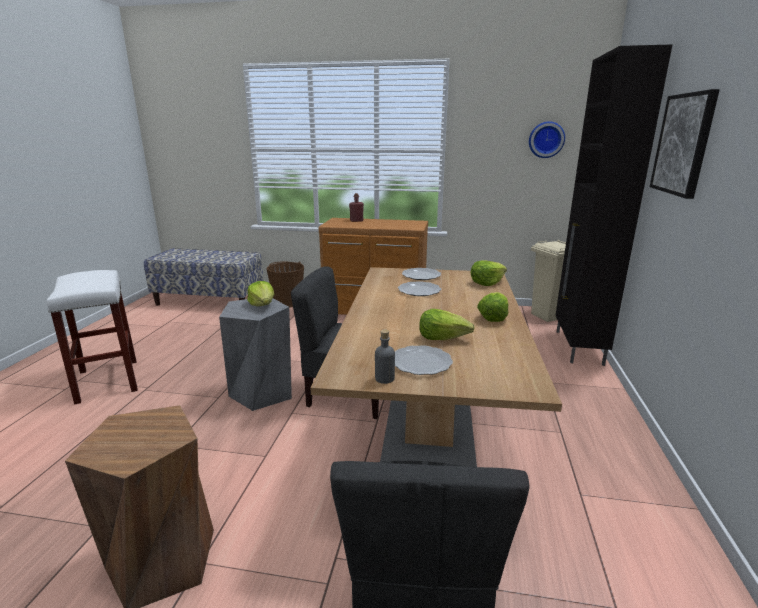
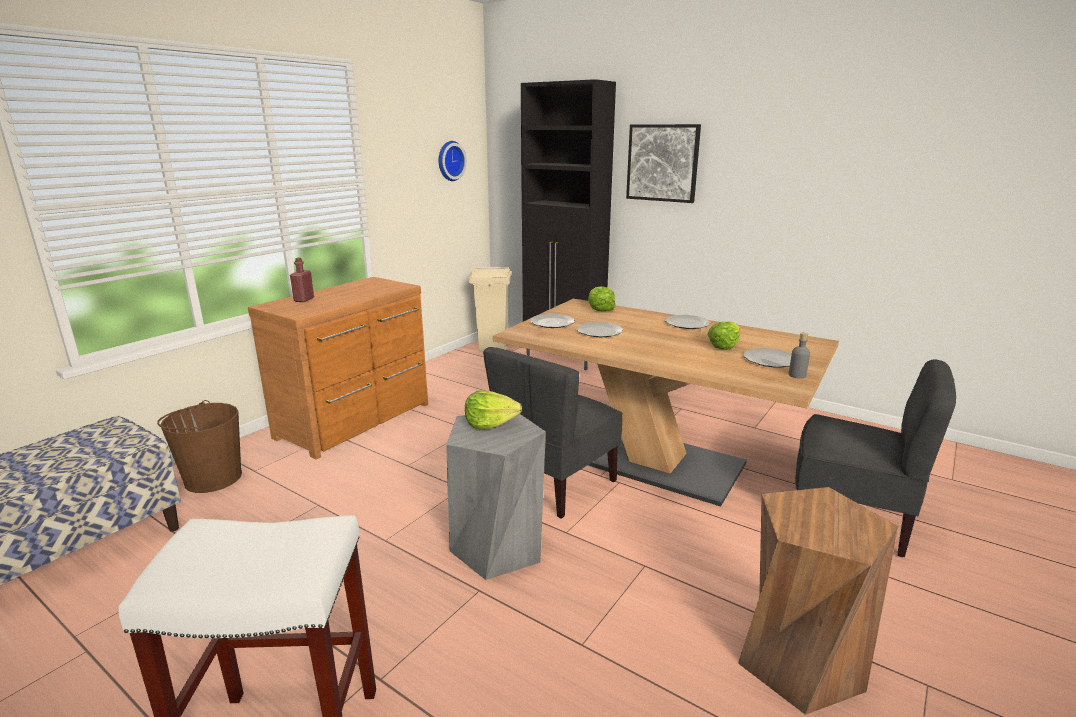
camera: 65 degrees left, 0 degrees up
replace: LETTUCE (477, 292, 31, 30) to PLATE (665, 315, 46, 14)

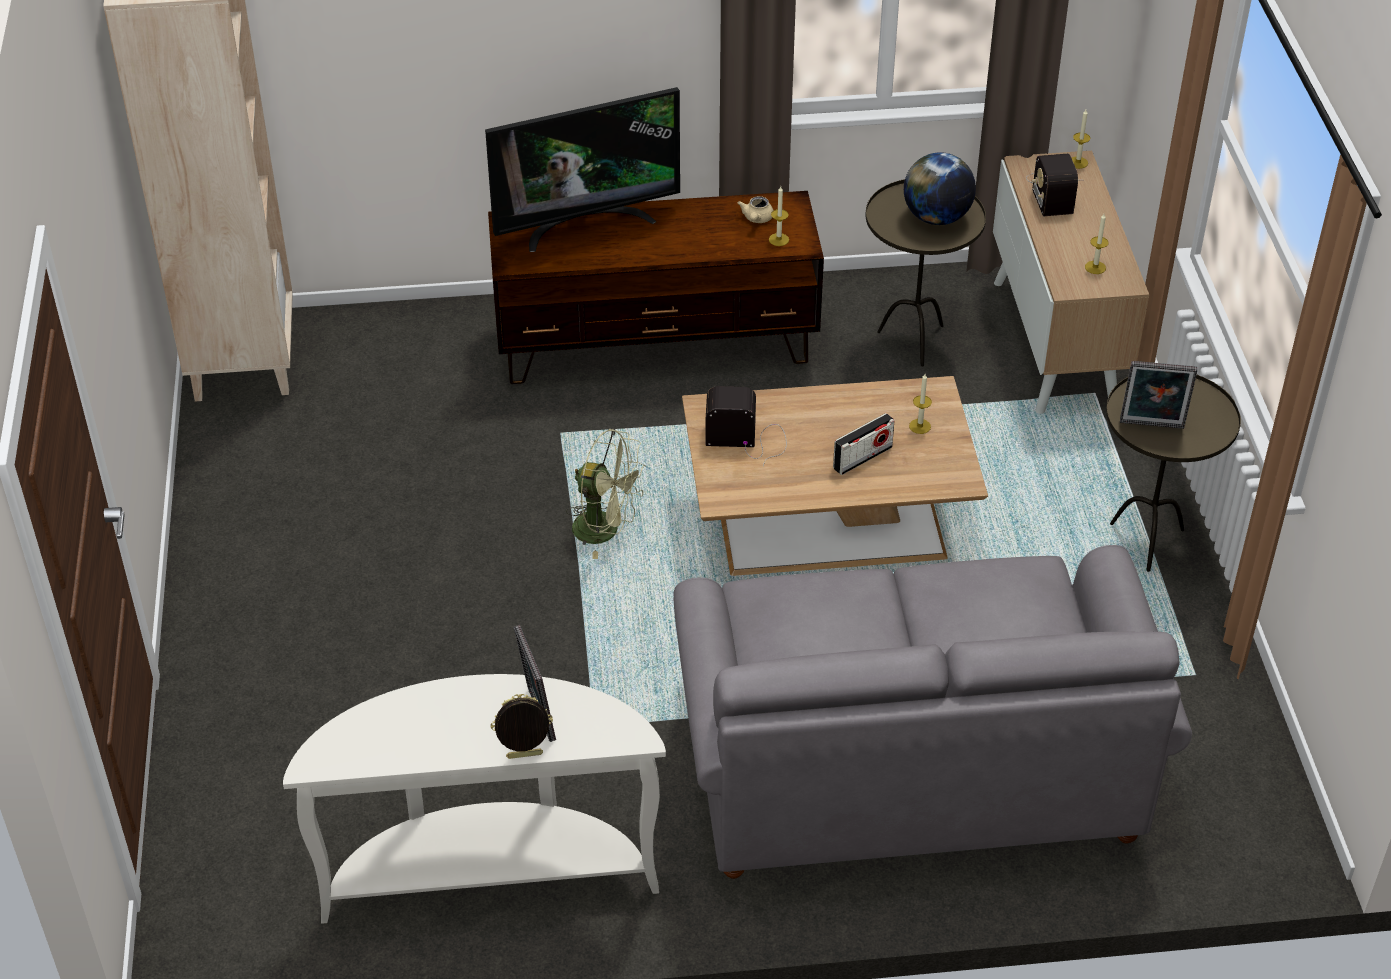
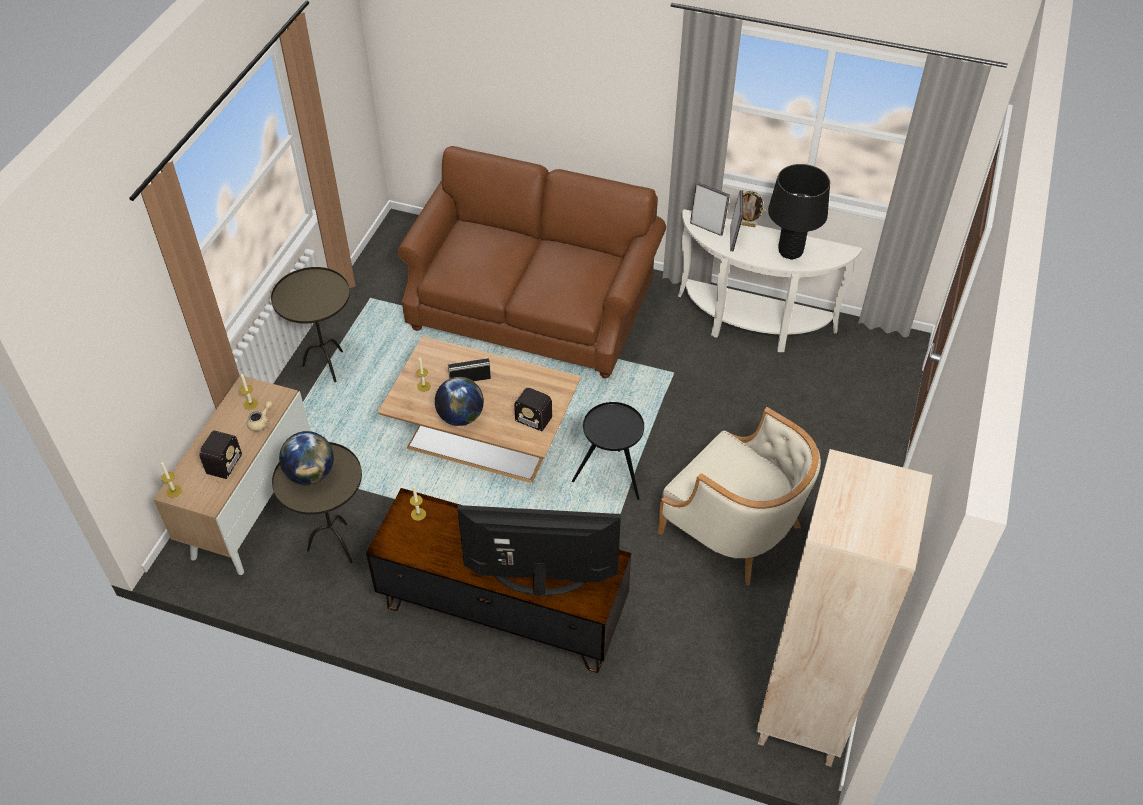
camera: 155 degrees left, 5 degrees up
insert: GLOBE (435, 377, 49, 49); BEIGE ARMCHAIR (658, 407, 163, 178); BLACK TABLE LAMP (768, 164, 62, 96)
move: BEIGE TEAPOT (738, 196, 35, 27) to (247, 401, 25, 30); PICTURE FRAME (1120, 361, 78, 68) to (690, 182, 40, 54)
replace: GREEN FAN (566, 429, 80, 130) to BLACK SIDE TABLE (572, 402, 72, 98)
recolor: GREY SOFA (674, 545, 518, 334) to BROWN SOFA (398, 146, 268, 232)

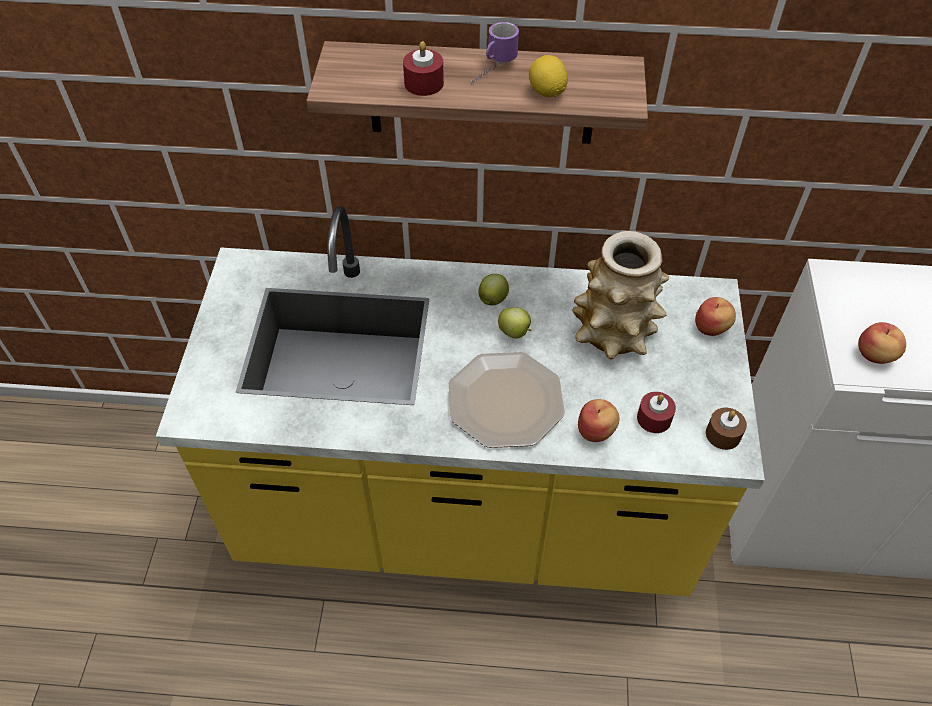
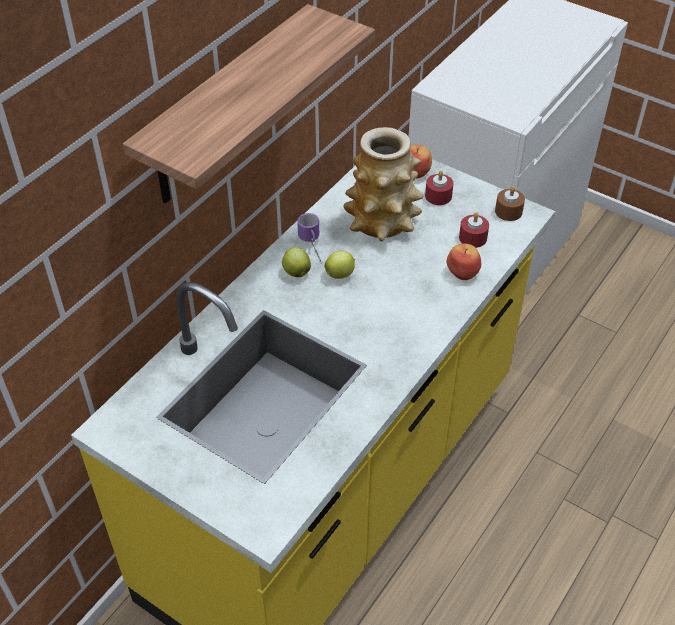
camera: 60 degrees left, 5 degrees down
delete: PLATE (449, 352, 116, 96); LEMON (529, 55, 39, 42); APPLE (858, 322, 48, 42)
move: RED CANDLE (403, 41, 41, 55) to (425, 171, 28, 34); MUG (471, 22, 48, 63) to (297, 213, 25, 50)

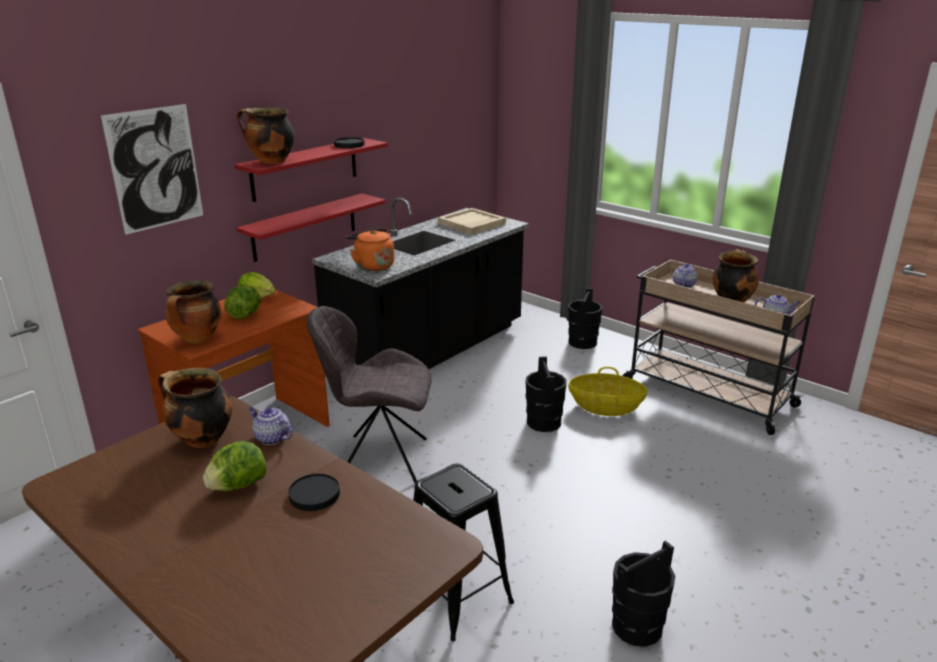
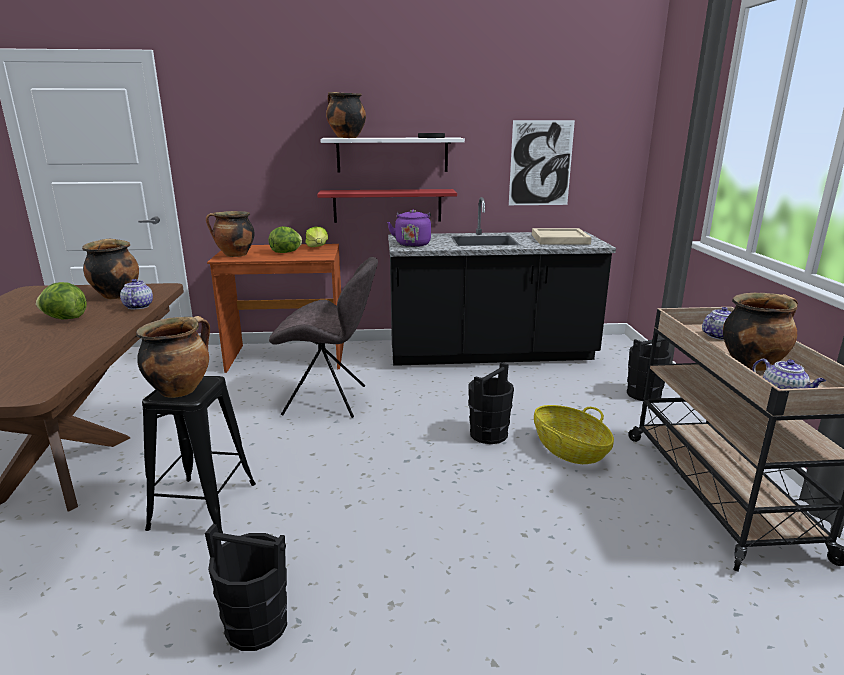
camera: 45 degrees right, 5 degrees down
delete: BLACK PLATE (288, 474, 52, 37)
insert: COOKING POT (136, 316, 74, 82)
move: PICTURE (101, 104, 102, 131) to (509, 120, 66, 85)
recolor: RED SHELF (234, 138, 154, 64) to WHITE SHELF (320, 138, 145, 34); ORANGE KETTLE (347, 229, 47, 42) to PURPLE KETTLE (387, 210, 44, 37)
rotate: GREY CHAIR (307, 306, 125, 177) = (269, 257, 109, 161) 135 degrees clockwise

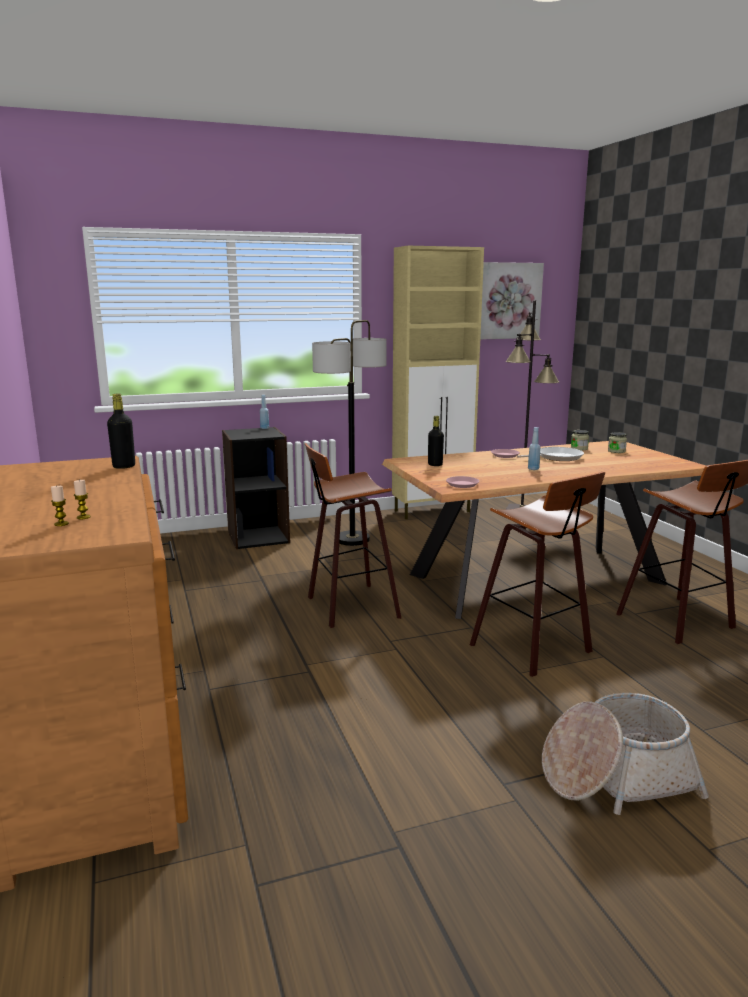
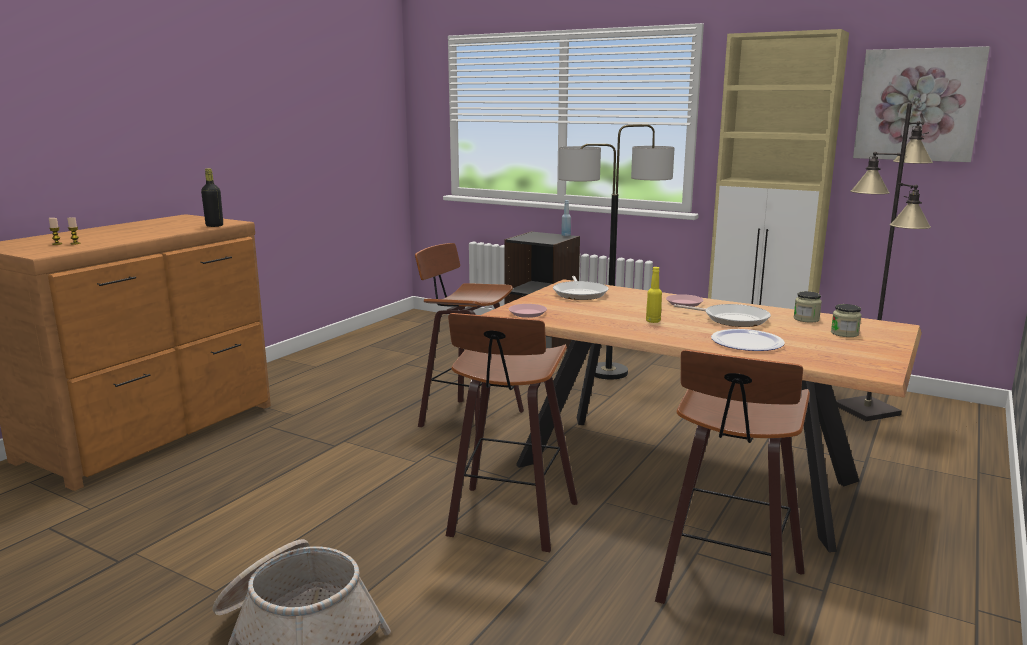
camera: 50 degrees right, 0 degrees up
insert: PLATE (711, 329, 74, 22)
replace: BLACK BOTTLE (428, 416, 16, 50) to FRYING PAN (553, 276, 55, 24)
recolor: BLUE BOTTLE (528, 427, 13, 43) to YELLOW BOTTLE (646, 267, 16, 56)

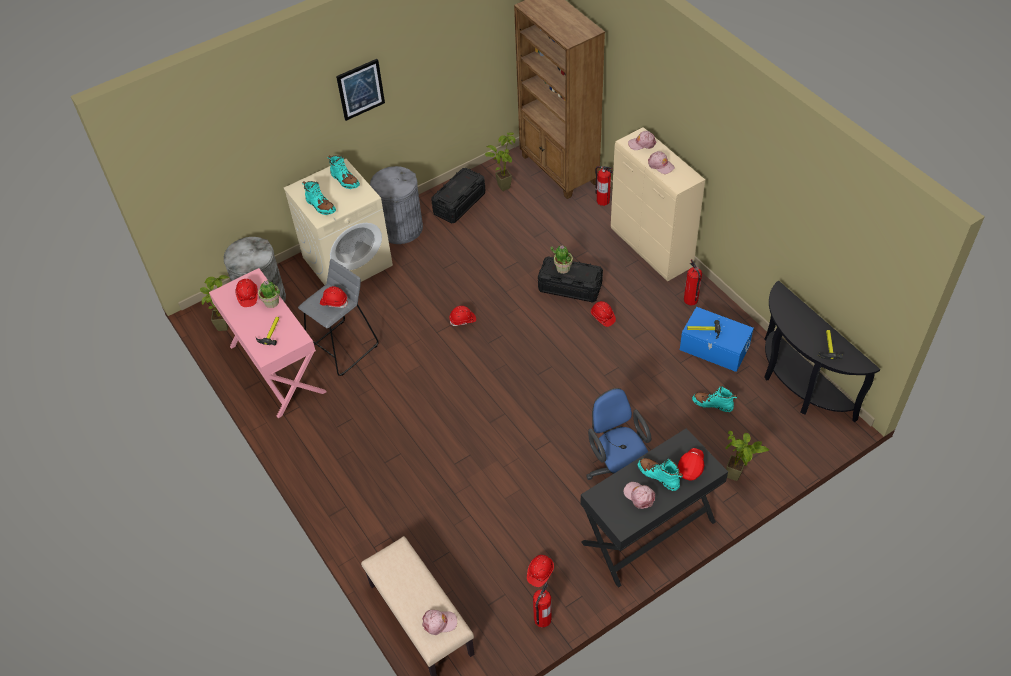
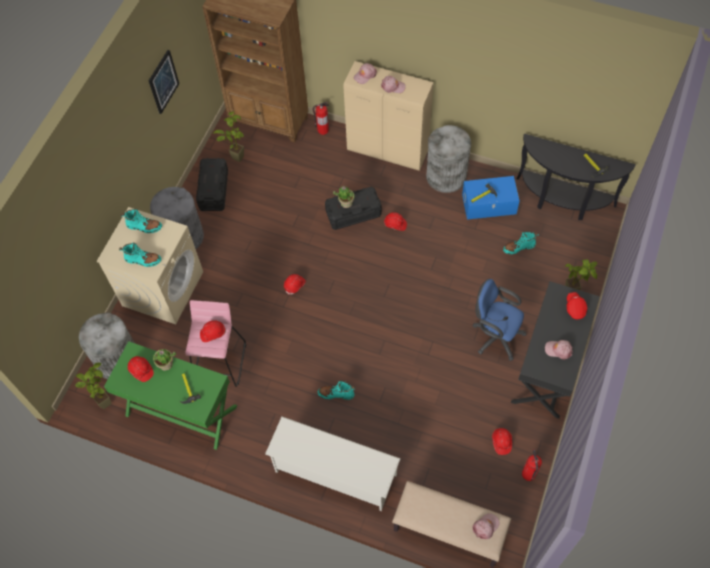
camera: 35 degrees left, 10 degrees up
insert: WHITE SHOE RACK (265, 417, 136, 94)
move: PICTURE (336, 59, 49, 62) to (149, 50, 30, 64); TURQUOISE BOOT (638, 458, 45, 33) to (318, 380, 37, 20)
replace: FIRE EXTINGUISHER (684, 259, 18, 46) to GREY TRASH CAN (426, 125, 45, 68)
recolor: PINK DESK (209, 268, 118, 150) to GREEN DESK (104, 341, 133, 109); GREY STOOL (298, 259, 81, 117) to PINK STOOL (185, 300, 61, 87)

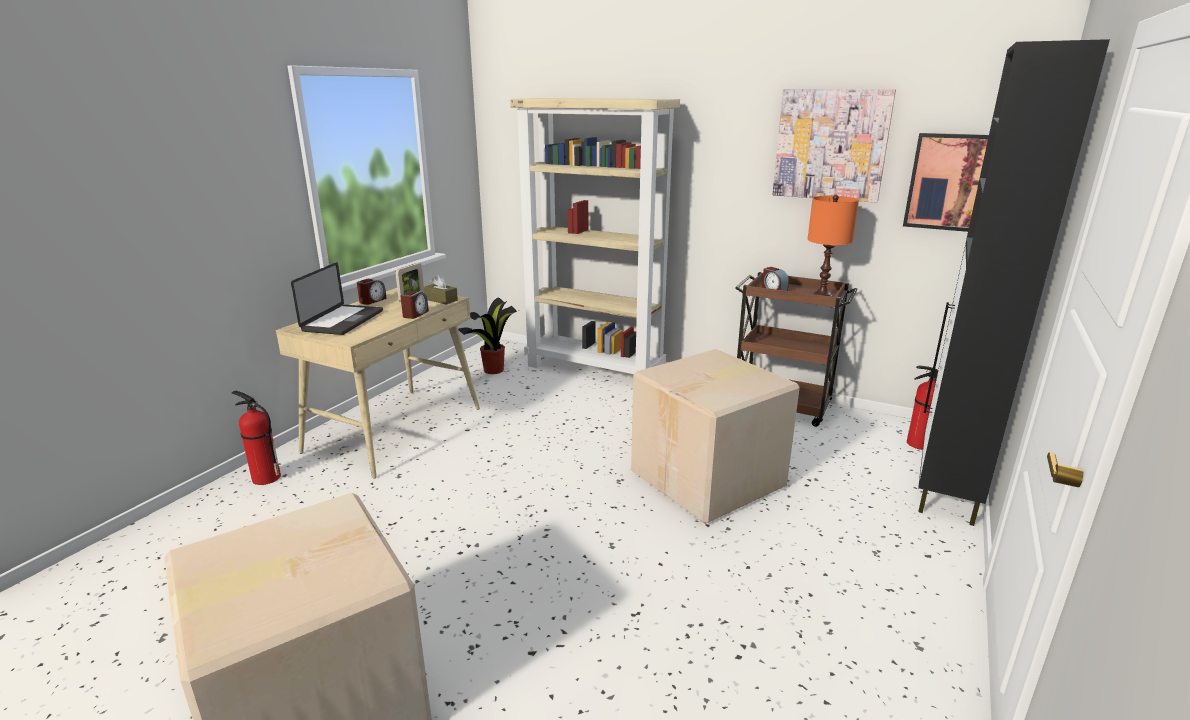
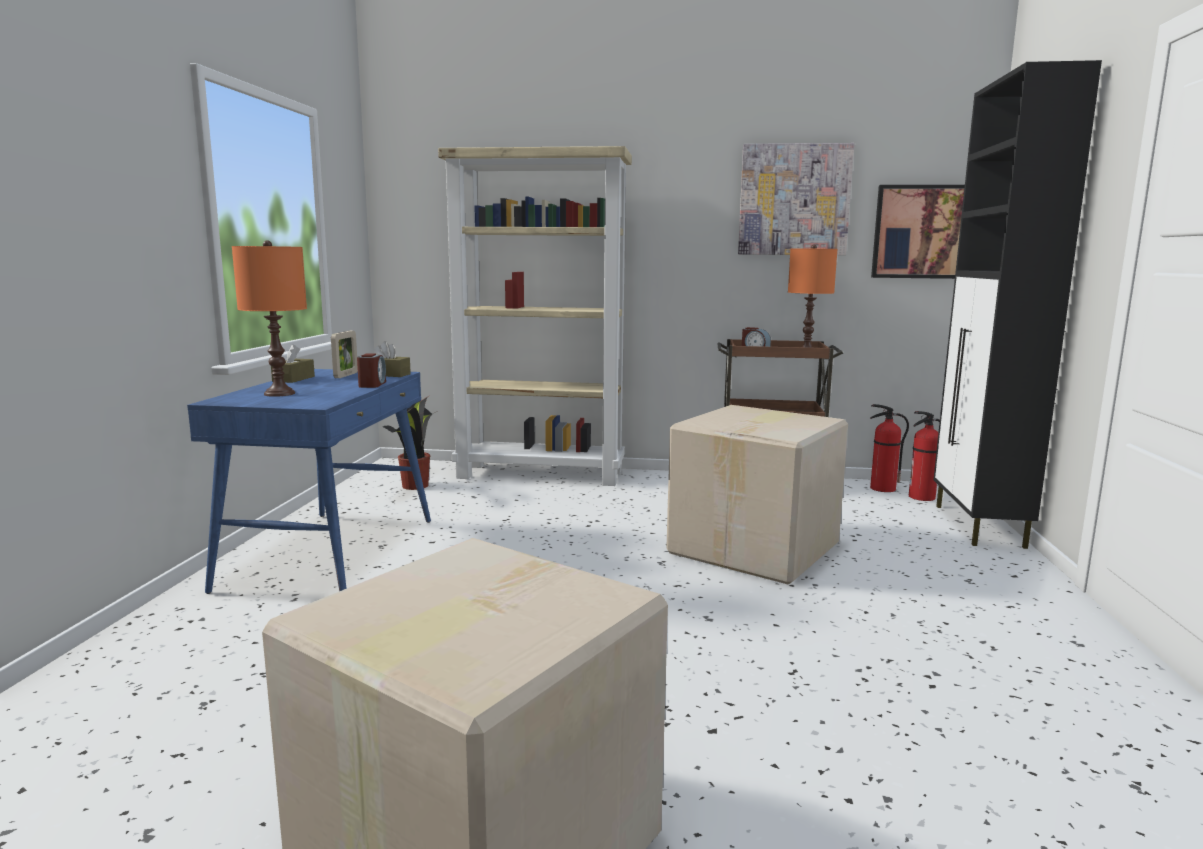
camera: 20 degrees left, 10 degrees down
move: FIRE EXTINGUISHER (232, 391, 49, 94) to (870, 404, 39, 88)
replace: LAPTOP (291, 262, 92, 73) to ORANGE TABLE LAMP (232, 240, 75, 157); ALARM CLOCK (357, 279, 30, 26) to BROWN TISSUE BOX (271, 344, 44, 39)
recolor: BEIGE DESK (276, 288, 204, 191) to BLUE DESK (187, 369, 244, 225)

